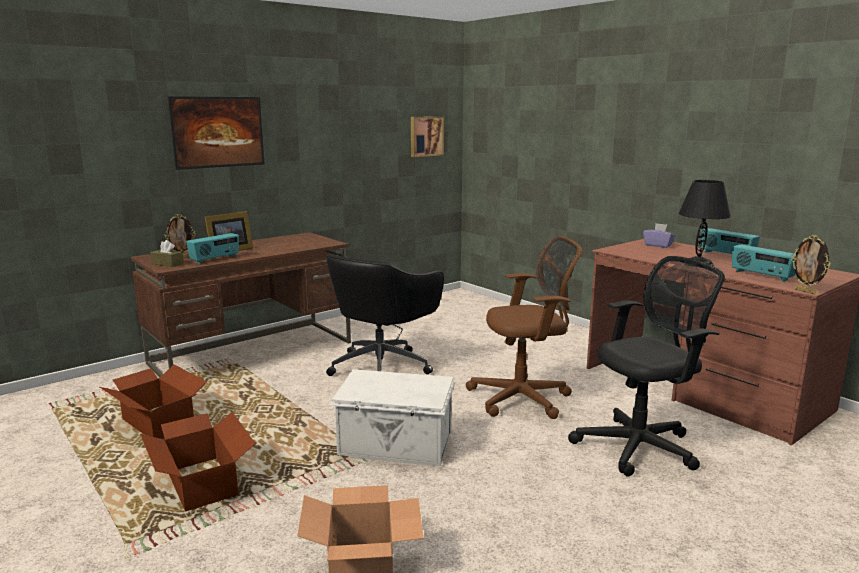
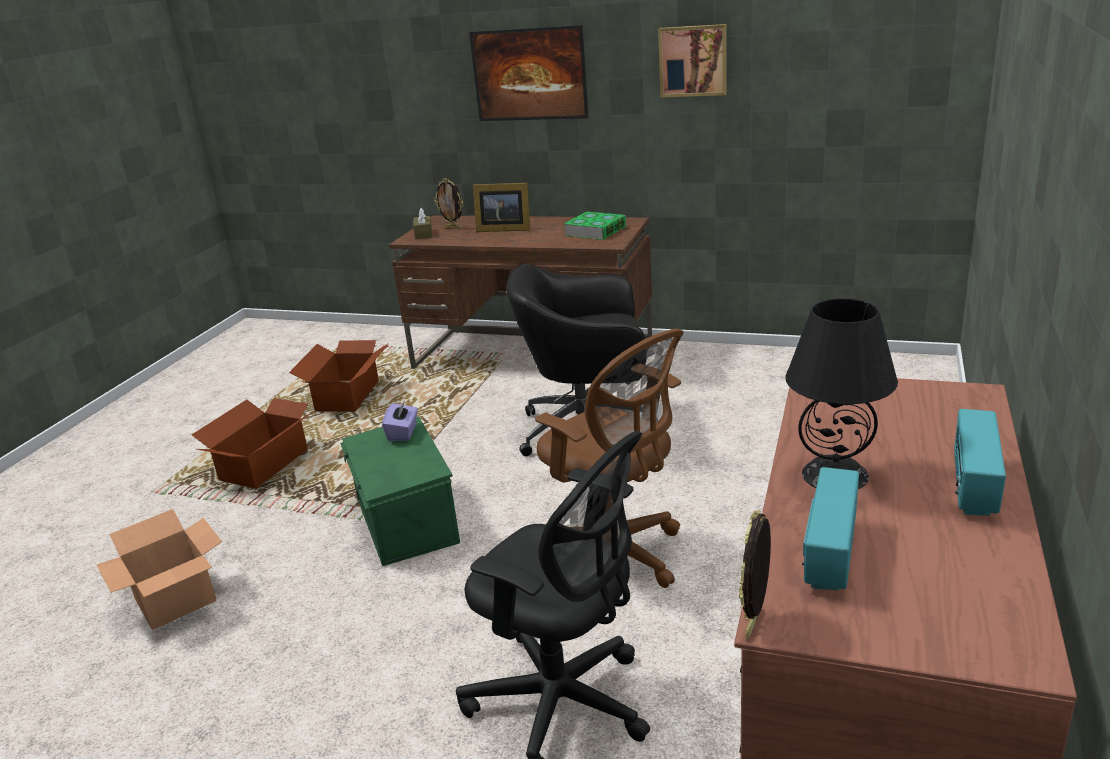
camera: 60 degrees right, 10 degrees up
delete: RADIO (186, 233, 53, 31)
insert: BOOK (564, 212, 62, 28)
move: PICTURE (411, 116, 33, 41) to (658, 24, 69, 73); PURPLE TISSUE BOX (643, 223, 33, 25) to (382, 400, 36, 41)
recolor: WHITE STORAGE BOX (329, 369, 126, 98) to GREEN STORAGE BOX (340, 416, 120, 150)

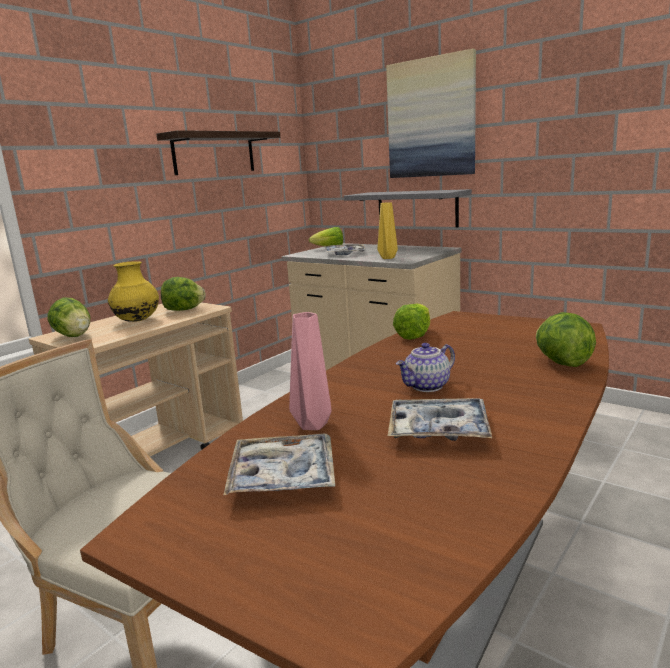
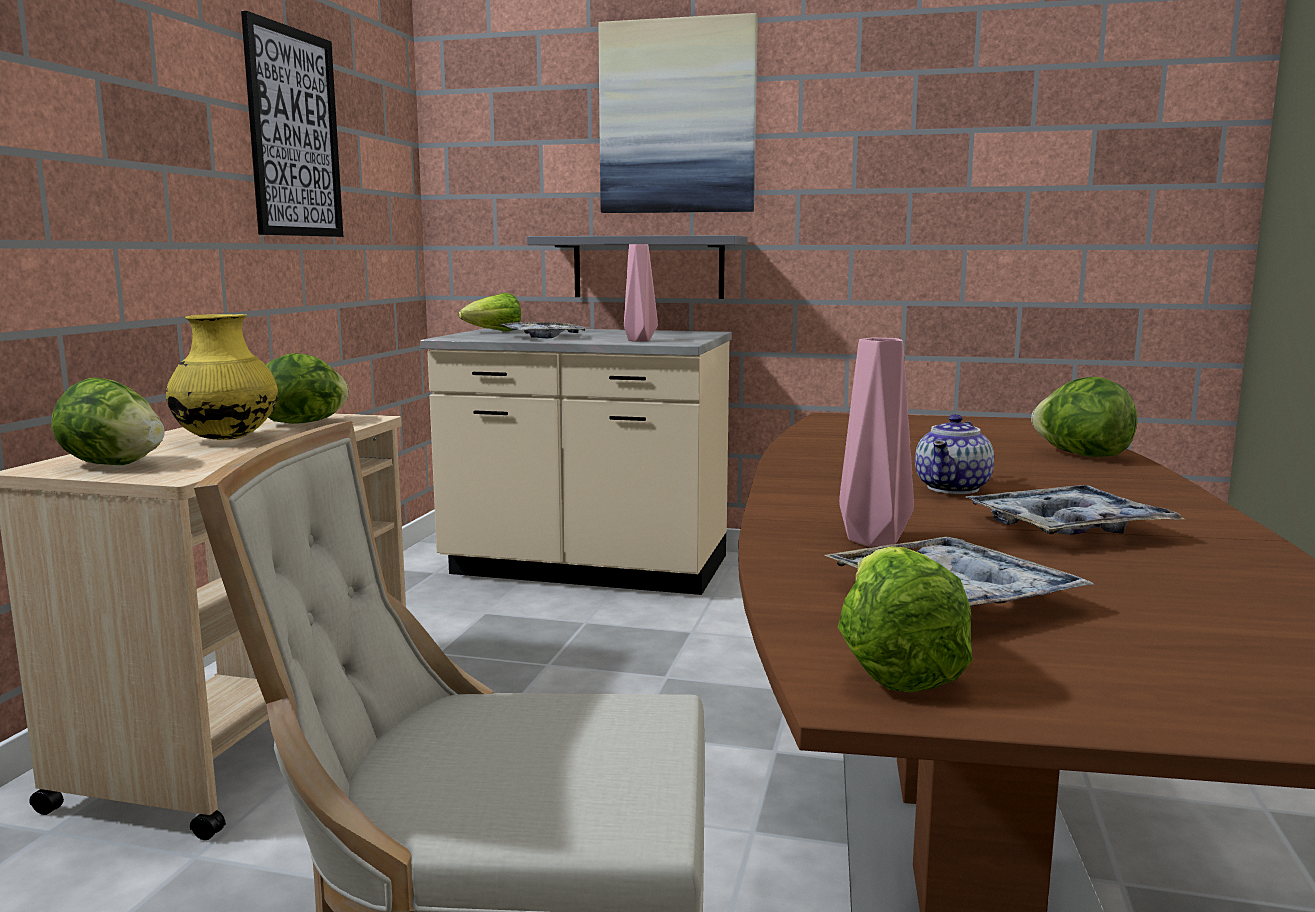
camera: 25 degrees left, 5 degrees down
move: LETTUCE (393, 304, 37, 36) to (838, 546, 135, 147)
replace: SHELF (156, 130, 124, 45) to PICTURE (241, 11, 102, 226)
recolor: YELLOW VASE (377, 202, 21, 57) to PINK VASE (624, 244, 34, 98)

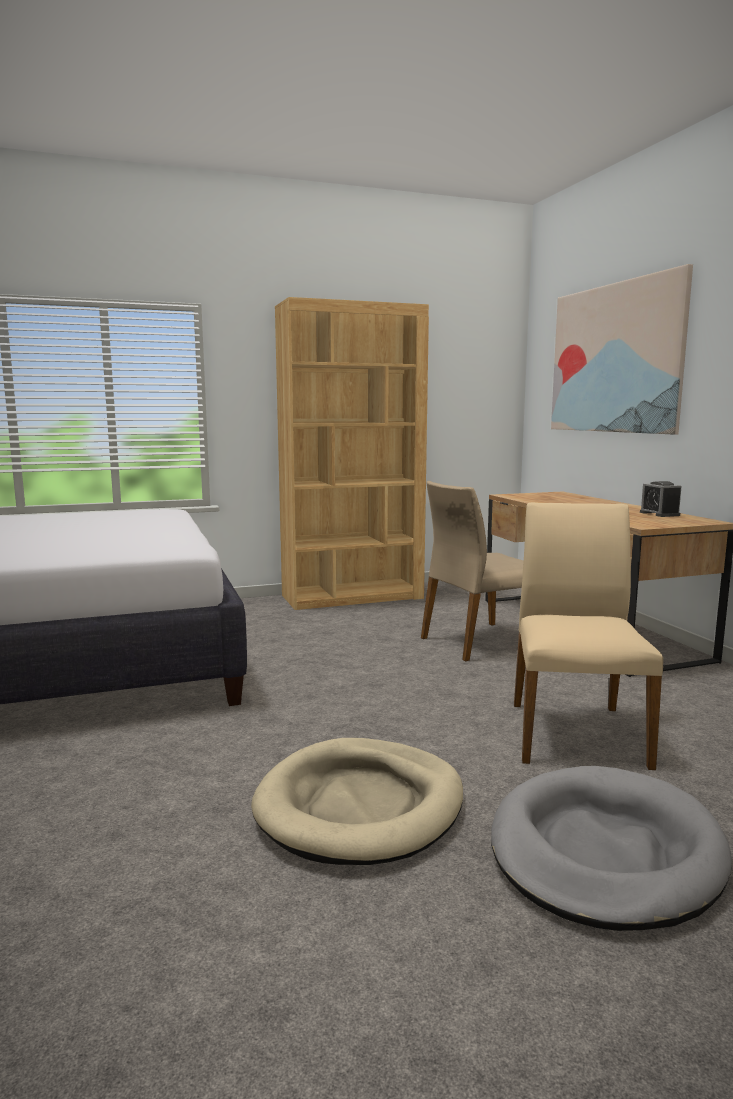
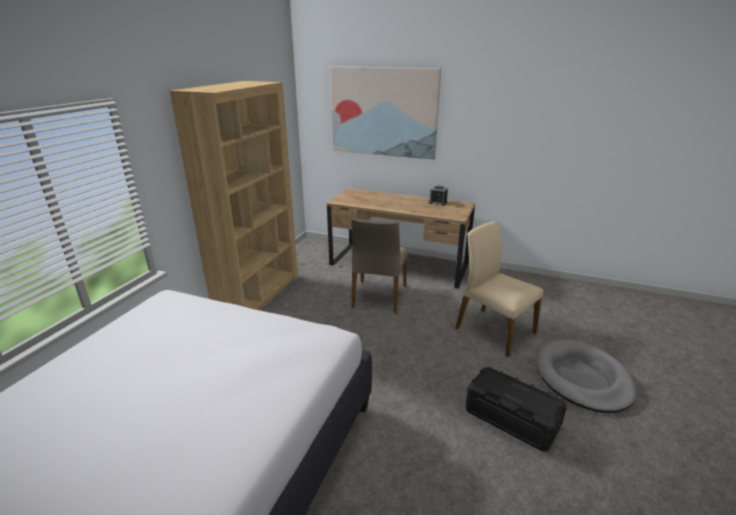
camera: 50 degrees left, 15 degrees up
replace: BEIGE DOG BED (251, 738, 212, 127) to BLACK STORAGE BOX (466, 367, 101, 85)

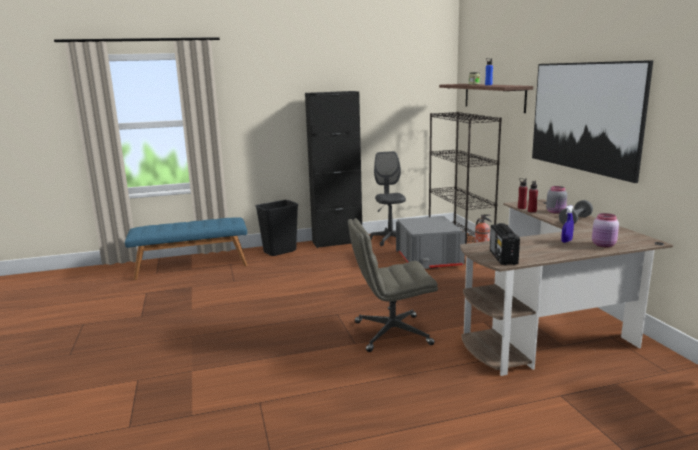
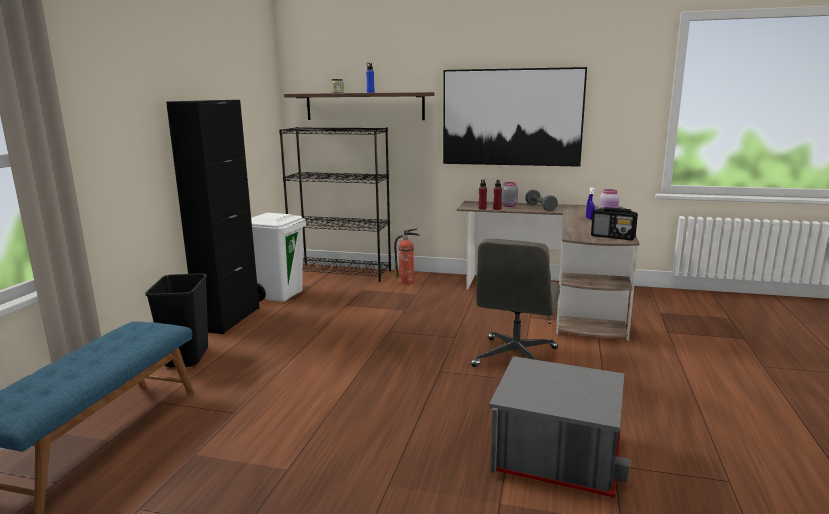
camera: 60 degrees left, 0 degrees up
move: GREY STORAGE BOX (396, 216, 70, 53) to (489, 356, 142, 142)
replace: GREY OFFICE CHAIR (370, 151, 36, 95) to WHITE TRASH CAN (251, 213, 55, 89)

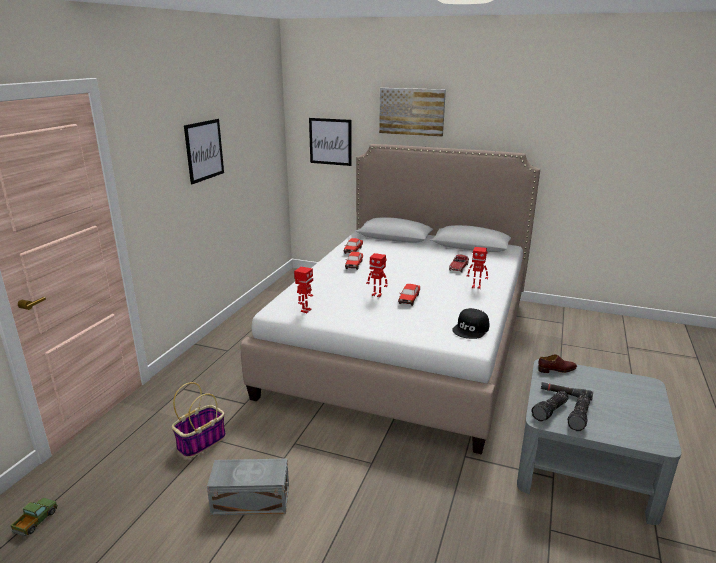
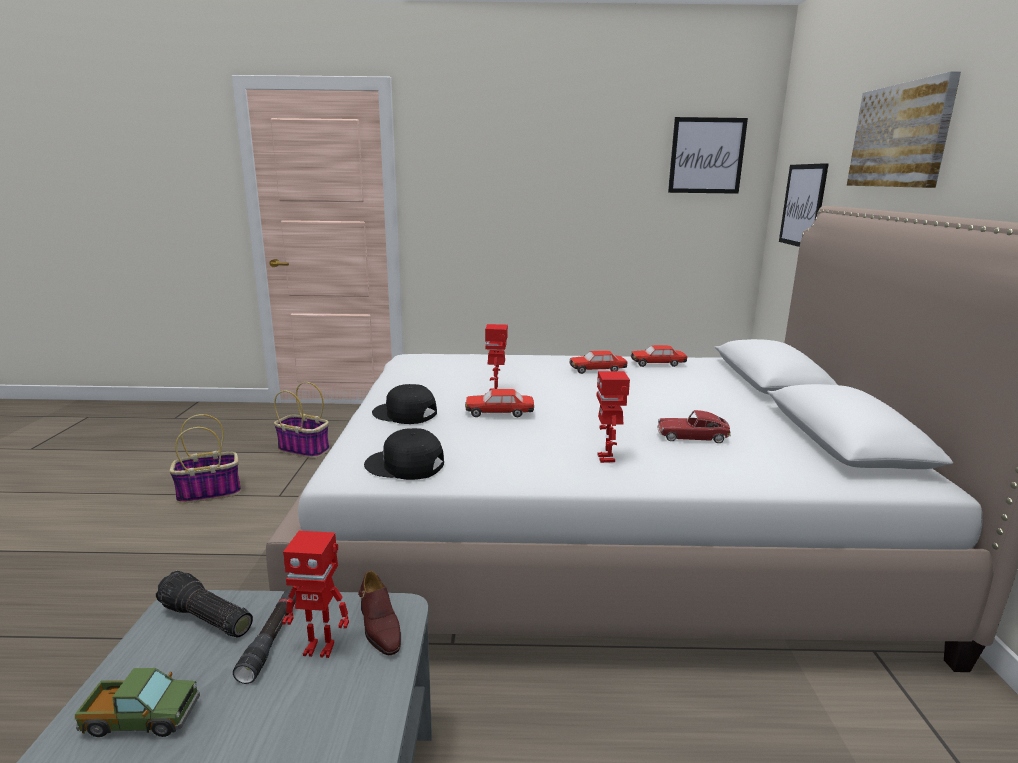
camera: 70 degrees right, 5 degrees down
delete: FLASHLIGHT (568, 395, 22, 36)
insert: BLACK CAP (372, 384, 65, 40)
move: TOY TRUCK (11, 498, 47, 38) to (75, 668, 125, 69); PICTURE (184, 119, 40, 65) to (668, 117, 80, 77); TOY ROBOT (294, 267, 19, 46) to (283, 531, 66, 127)
replace: GREY STORAGE BOX (207, 459, 82, 56) to BASKET (170, 414, 71, 90)

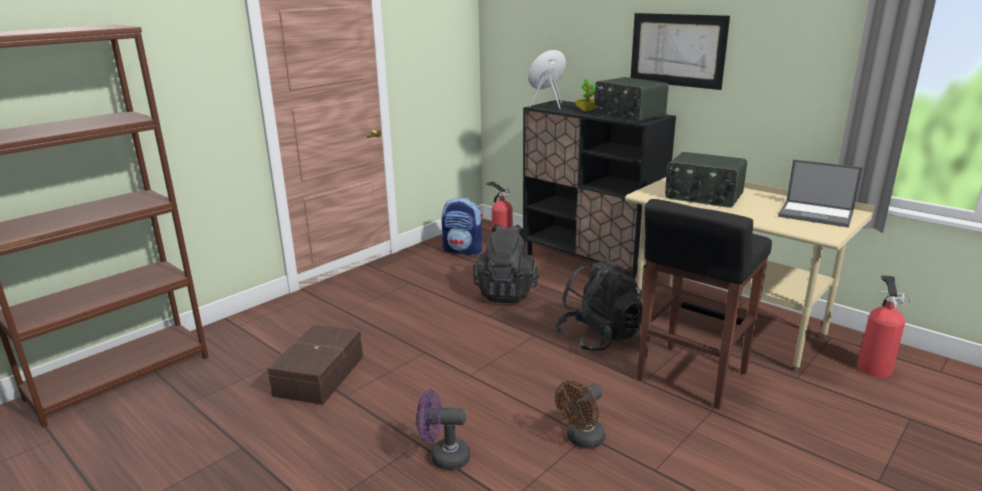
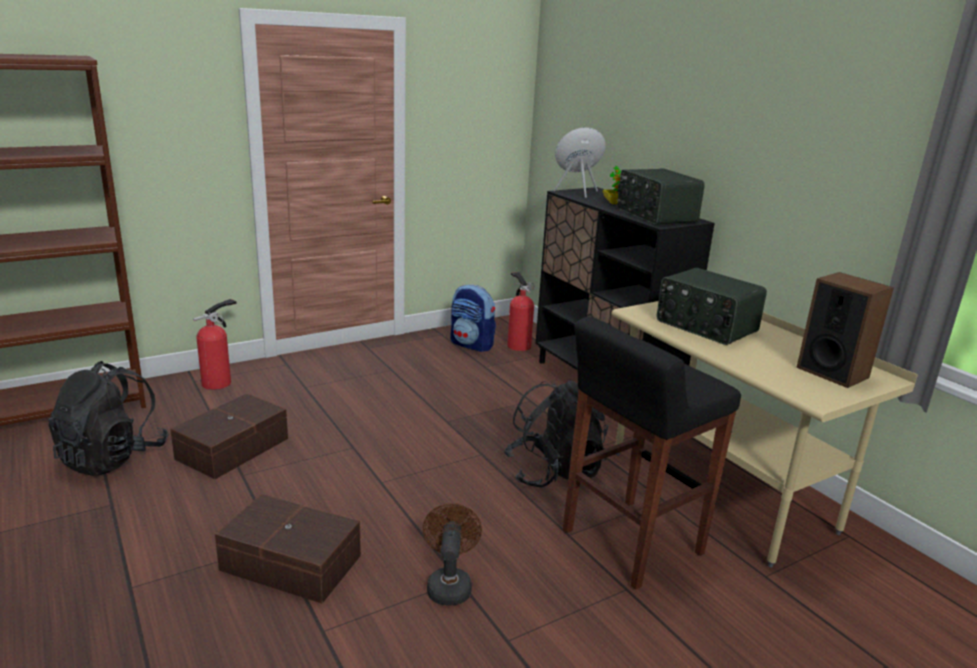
camera: 15 degrees right, 0 degrees up
delete: PICTURE (631, 13, 99, 77)
move: BLACK BACKPACK (473, 224, 66, 79) to (48, 361, 120, 115); FIRE EXTINGUISHER (857, 275, 54, 103) to (193, 299, 44, 91)
replace: PURPLE FAN (416, 389, 54, 81) to BROWN STORAGE BOX (215, 494, 146, 110); LAPTOP (778, 159, 85, 69) to SPEAKER (796, 272, 98, 116)
rotate: BROWN FAN (555, 381, 50, 68) = (423, 503, 59, 102) 120 degrees clockwise

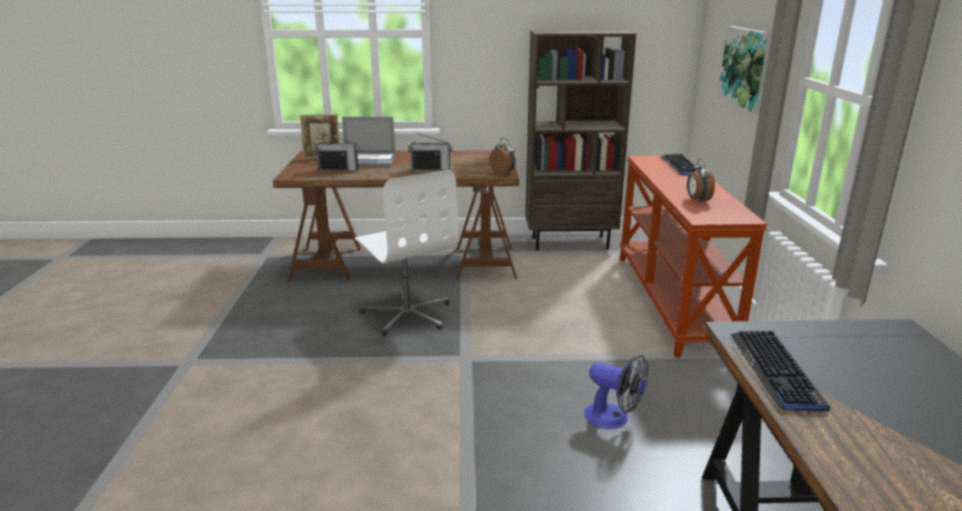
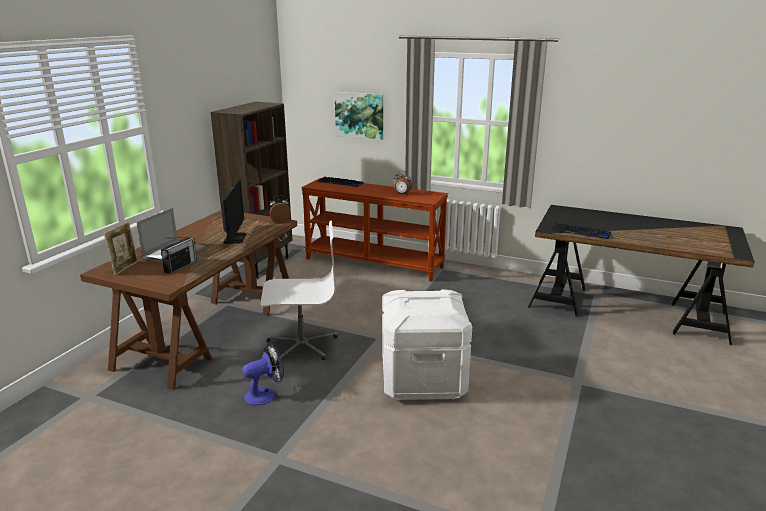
camera: 65 degrees left, 0 degrees up
insert: WHITE STORAGE BOX (382, 289, 90, 111)
move: FAN (584, 355, 64, 74) to (243, 344, 41, 61)
replace: RADIO (408, 132, 45, 39) to MONITOR (221, 179, 25, 65)

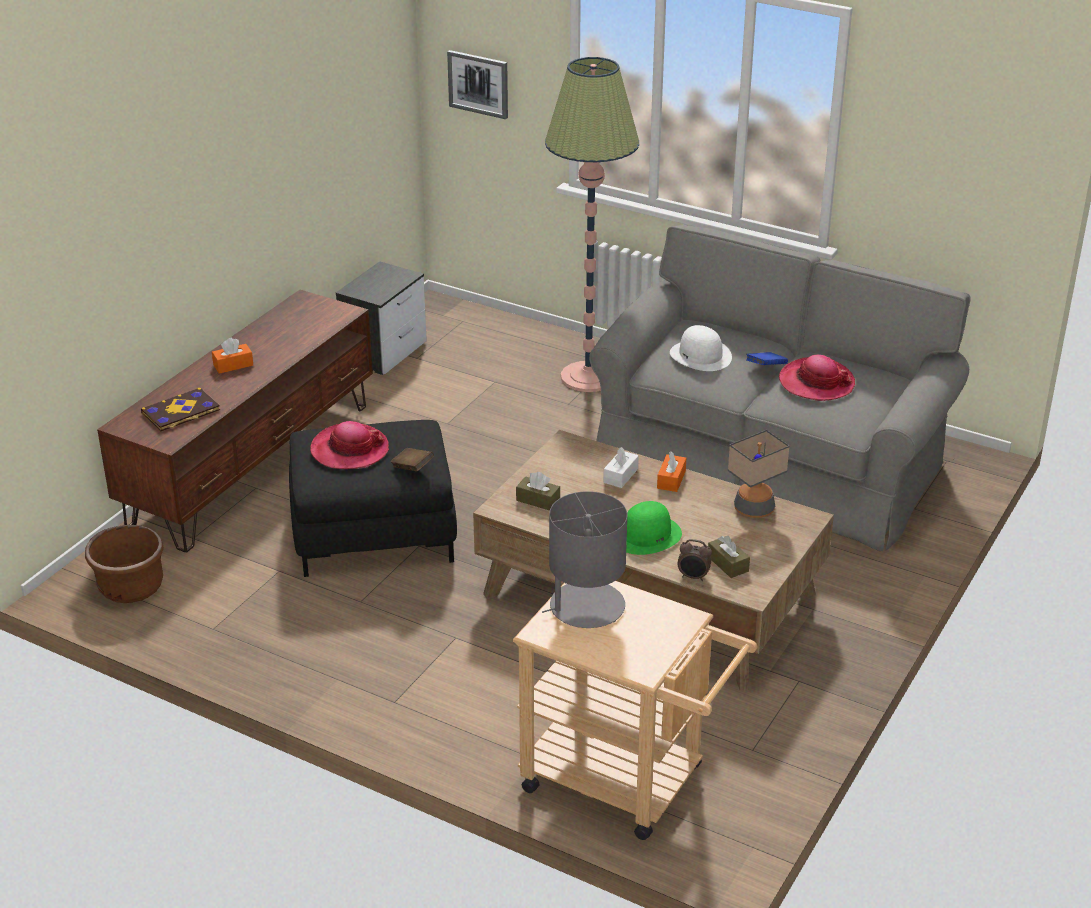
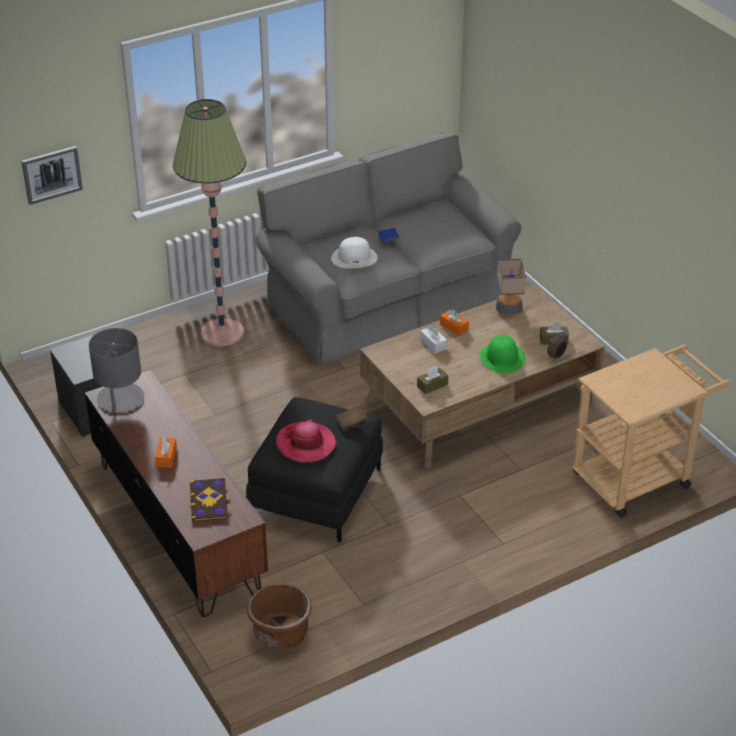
camera: 60 degrees left, 5 degrees up
delete: HAT (779, 355, 76, 46)
move: GREY TABLE LAMP (542, 491, 86, 137) to (89, 328, 55, 88)

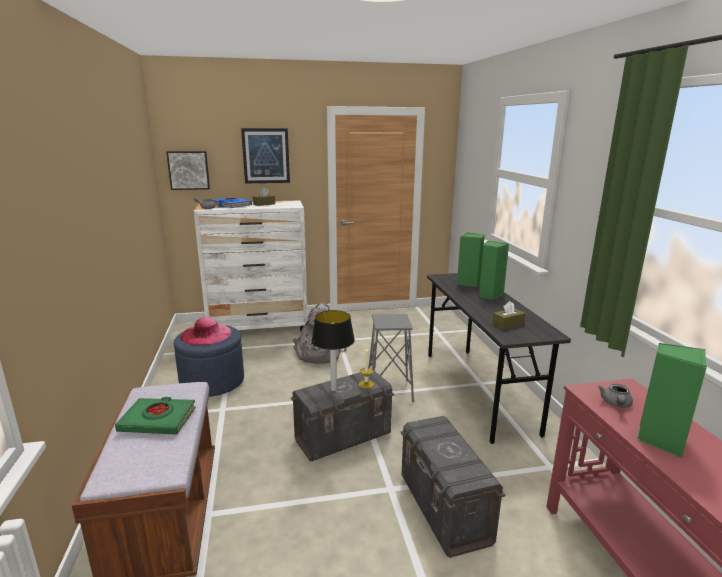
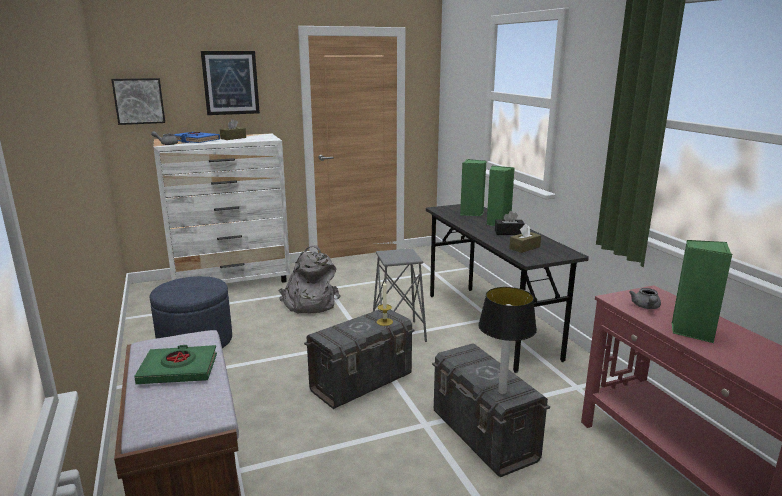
camera: 10 degrees left, 0 degrees up
delete: PINK HAT (180, 317, 52, 28)
insert: BLACK TISSUE BOX (495, 211, 30, 24)
move: TABLE LAMP (312, 310, 43, 81) to (478, 287, 59, 107)

